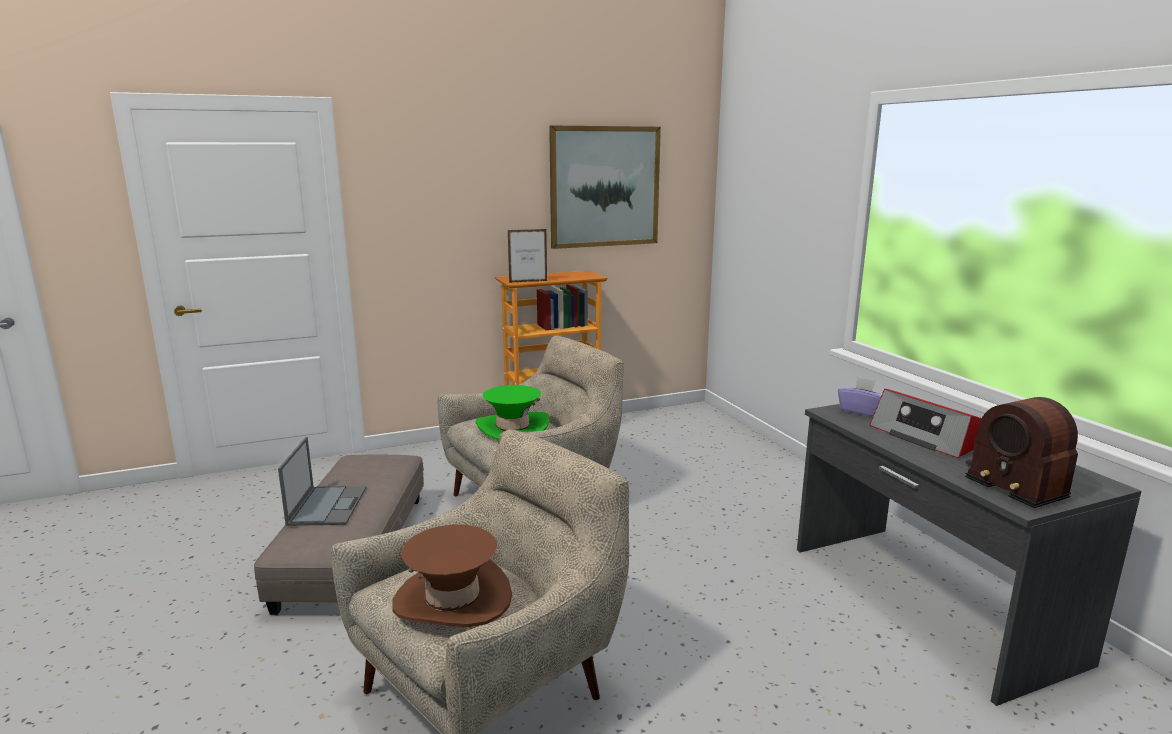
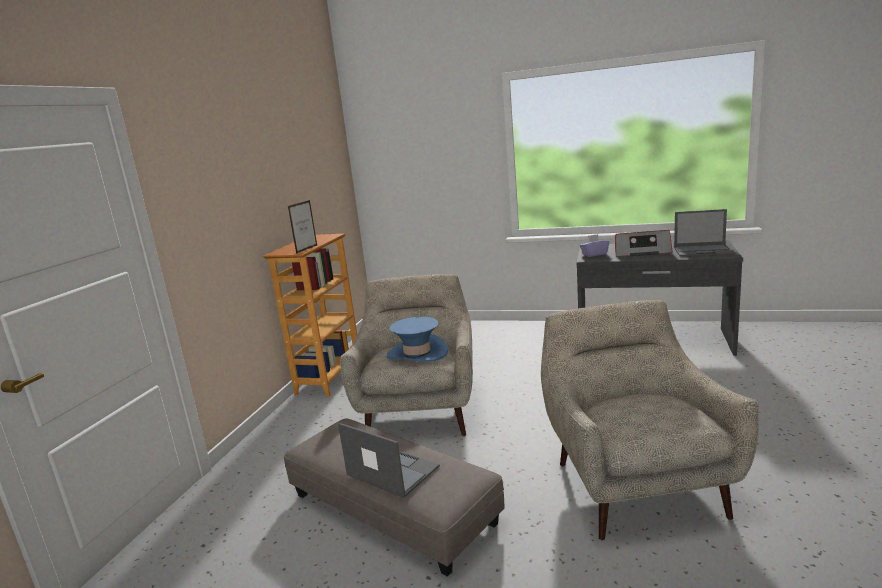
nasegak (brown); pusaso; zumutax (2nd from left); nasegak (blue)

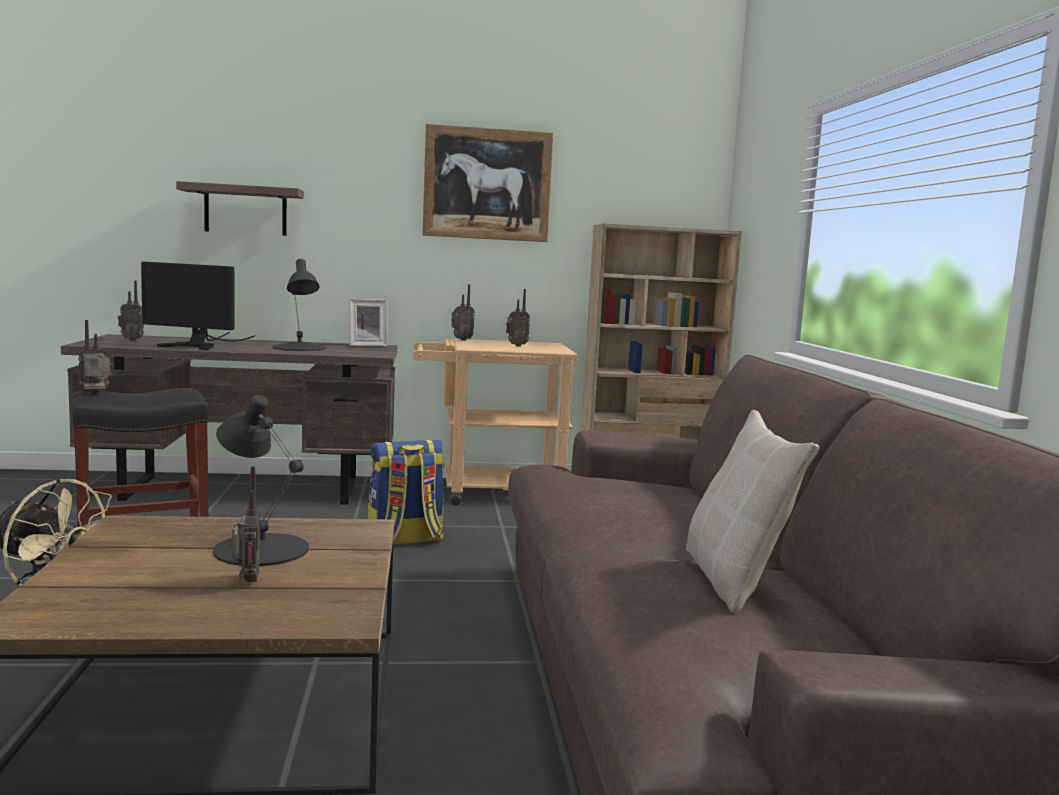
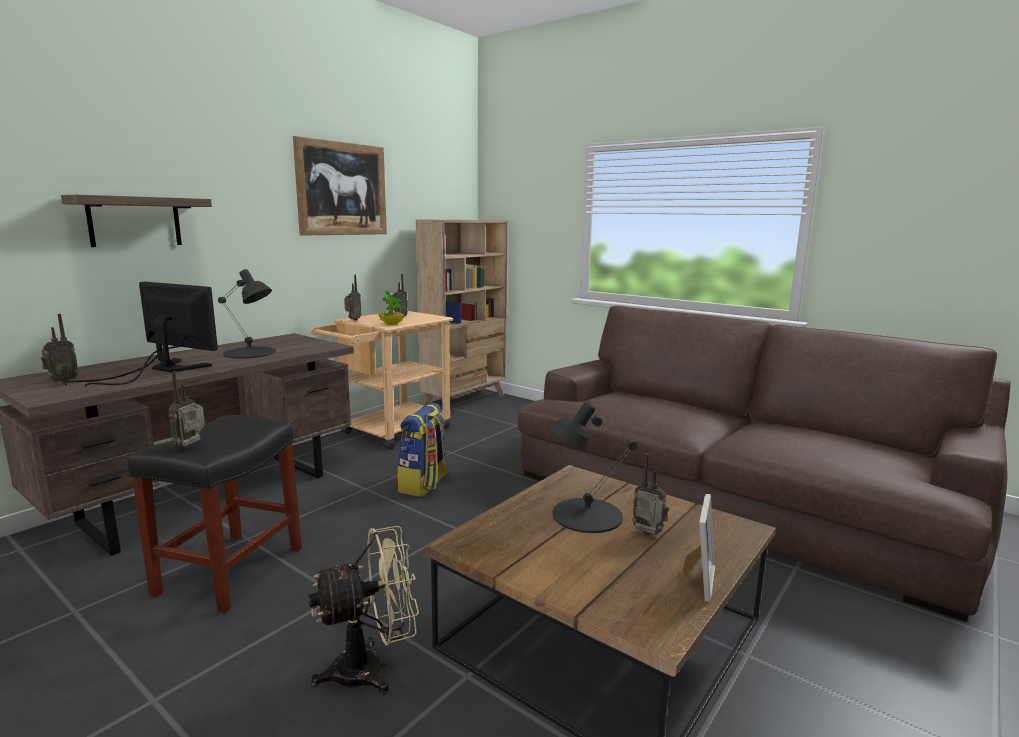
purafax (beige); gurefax; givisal; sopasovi

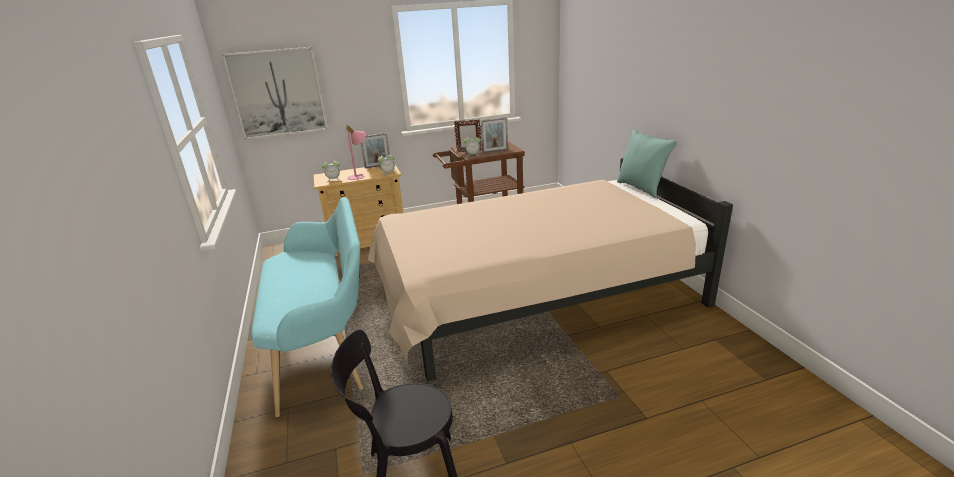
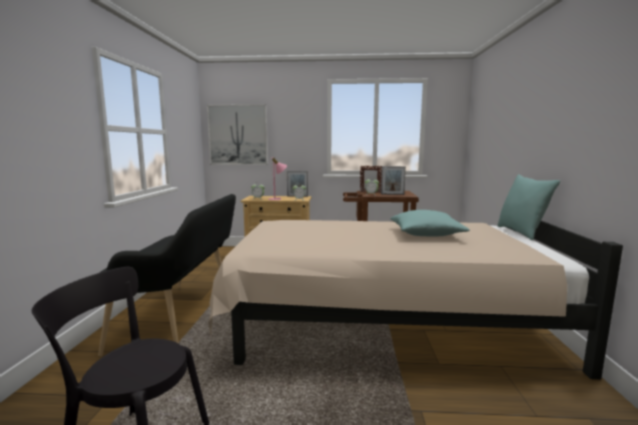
purafax (turquoise) (1st from left); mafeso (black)

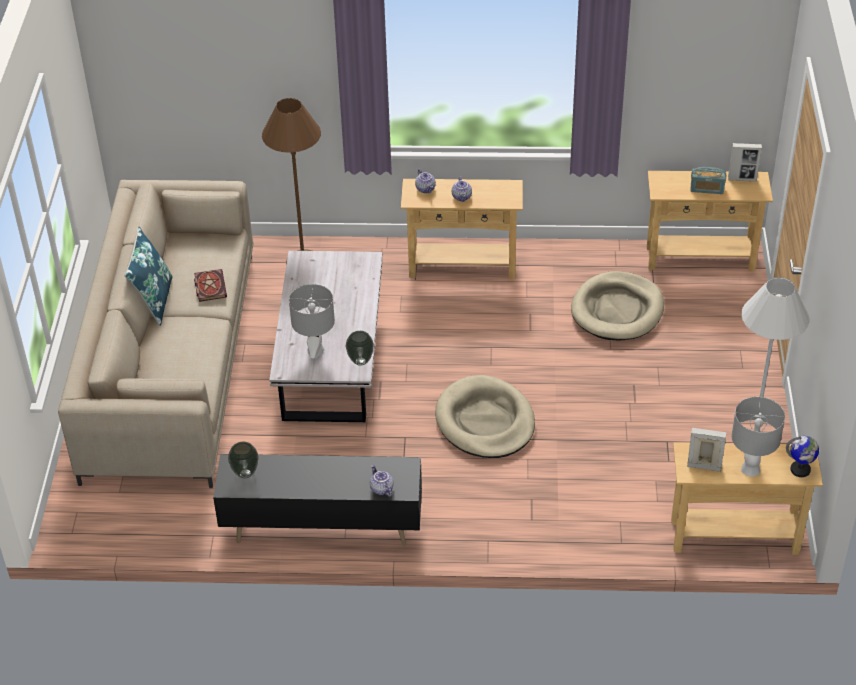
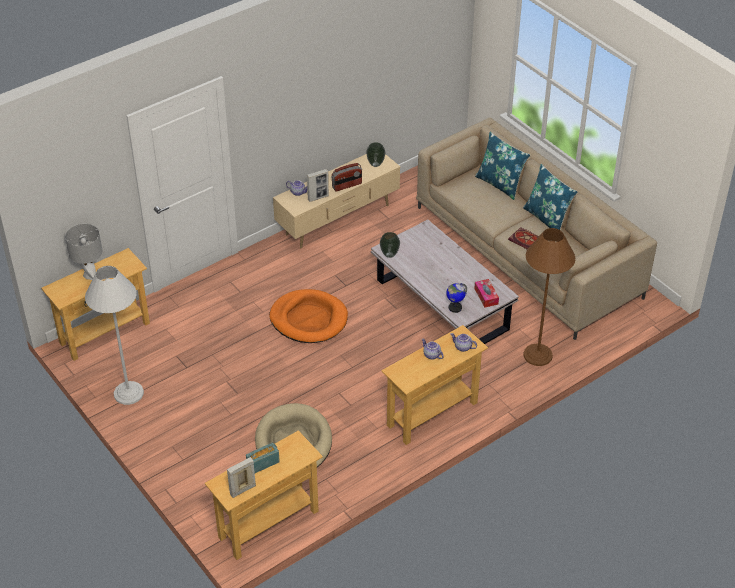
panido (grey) (1st from left in the first image); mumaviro (2nd from left); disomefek; purafax (blue) (1st from left); givisal (2nd from left); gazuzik; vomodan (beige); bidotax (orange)

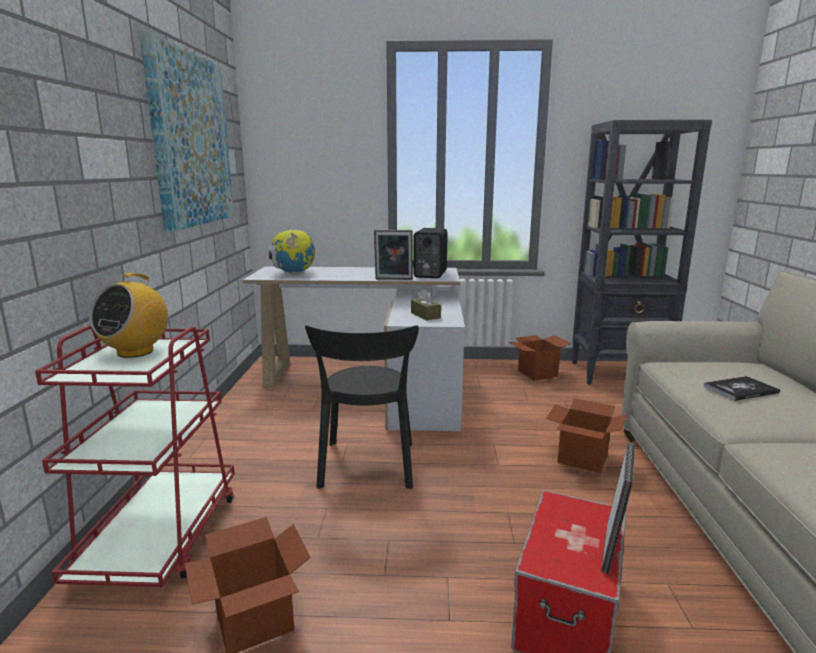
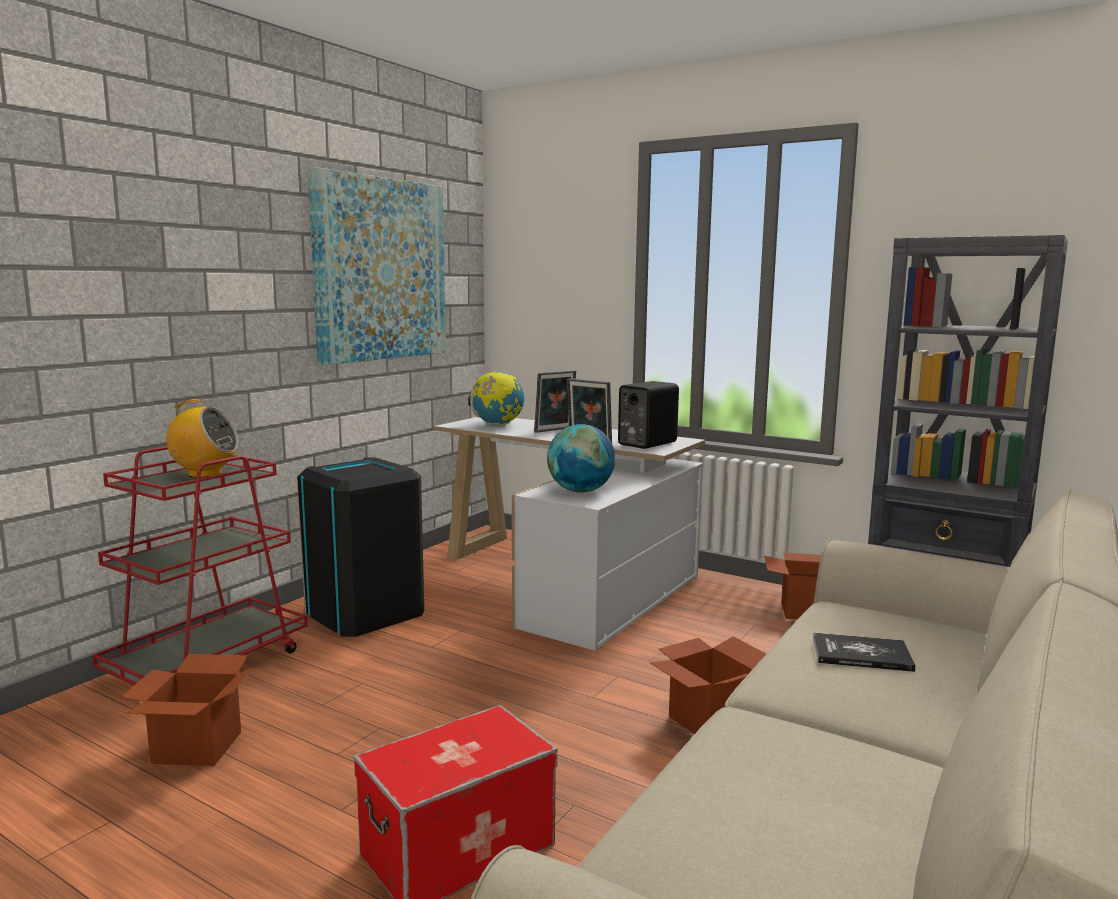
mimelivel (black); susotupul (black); givisal (1st from left); gazuzik (2nd from left); mumaviro

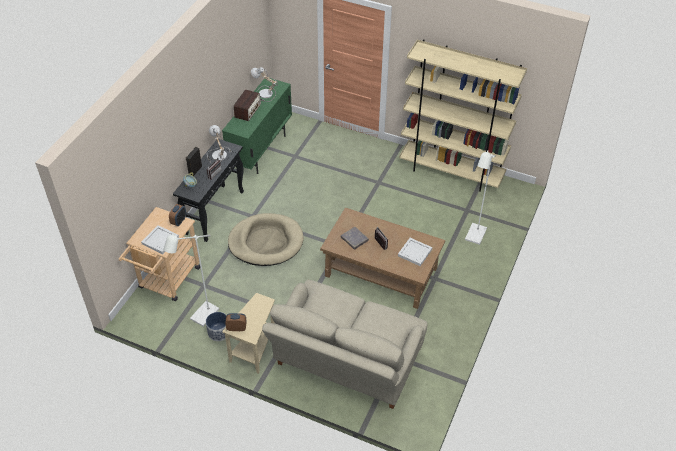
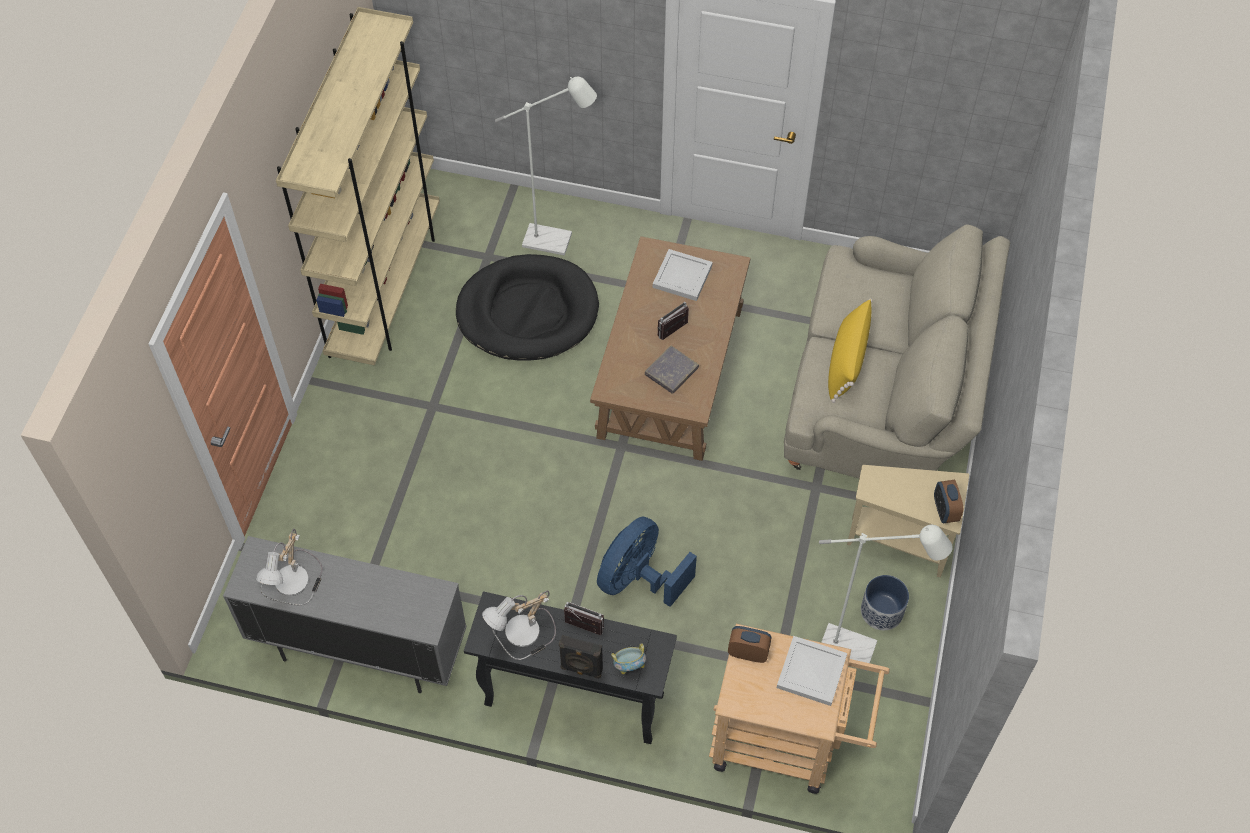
mumaviro (2nd from left in the first image); bidotax (black); purafax (yellow); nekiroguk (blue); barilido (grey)

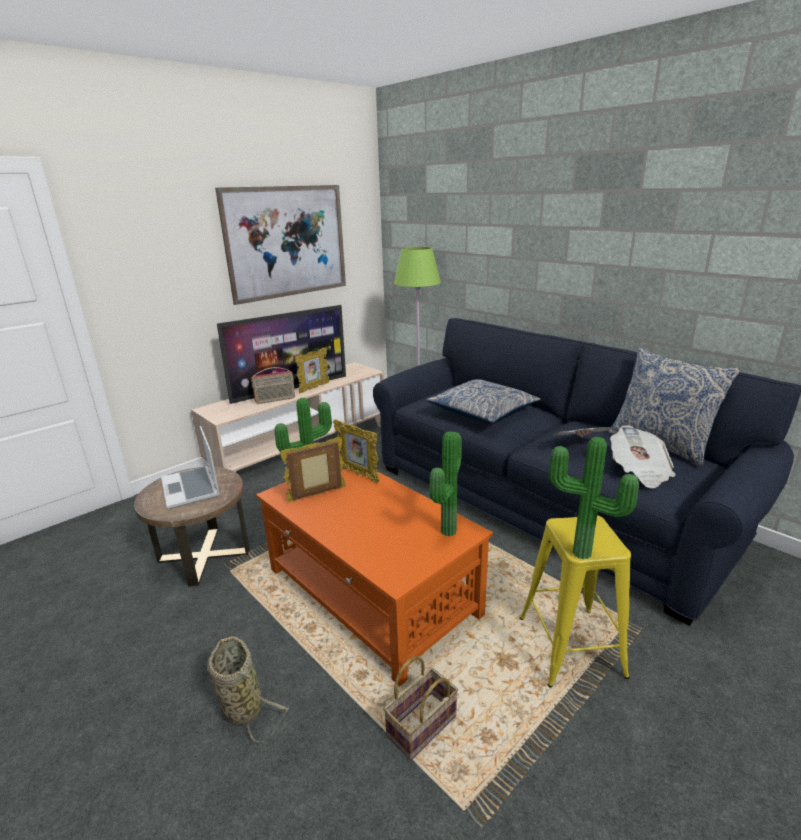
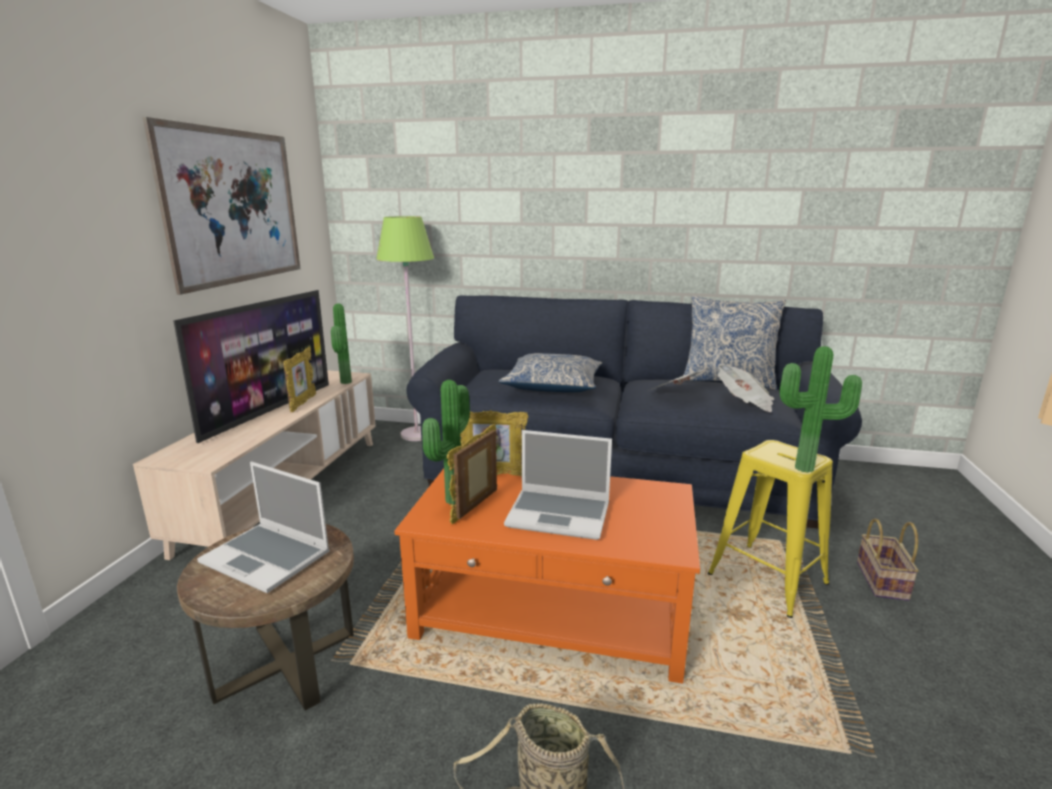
mumaviro; zumutax (2nd from left); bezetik (2nd from left); gurefax (1st from left)

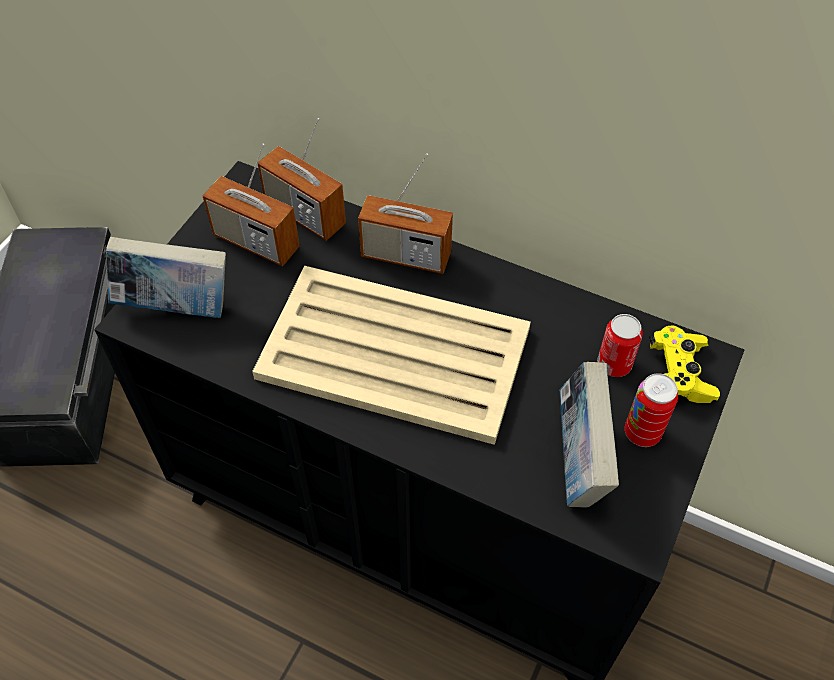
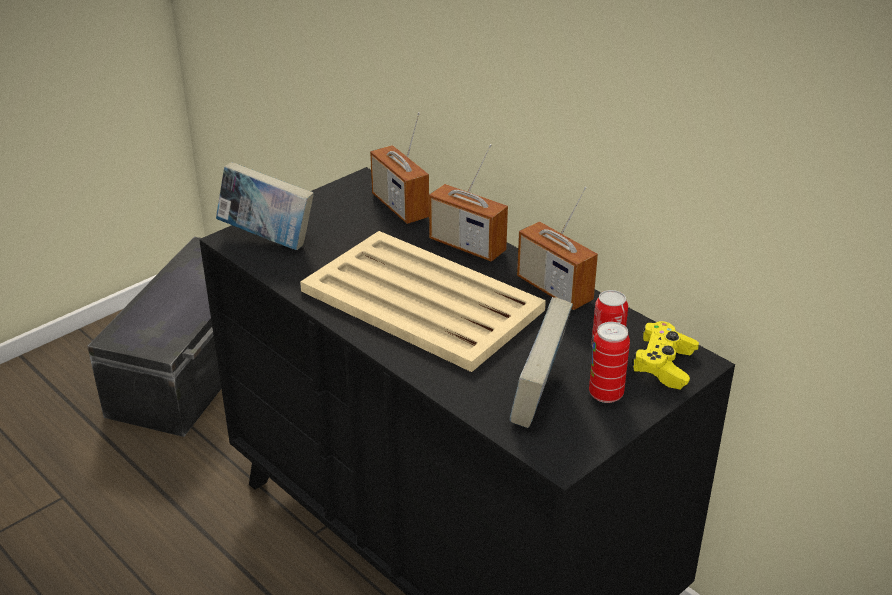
mumaviro (3rd from left)

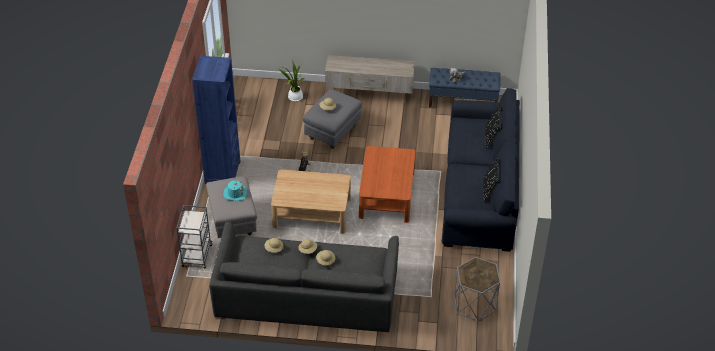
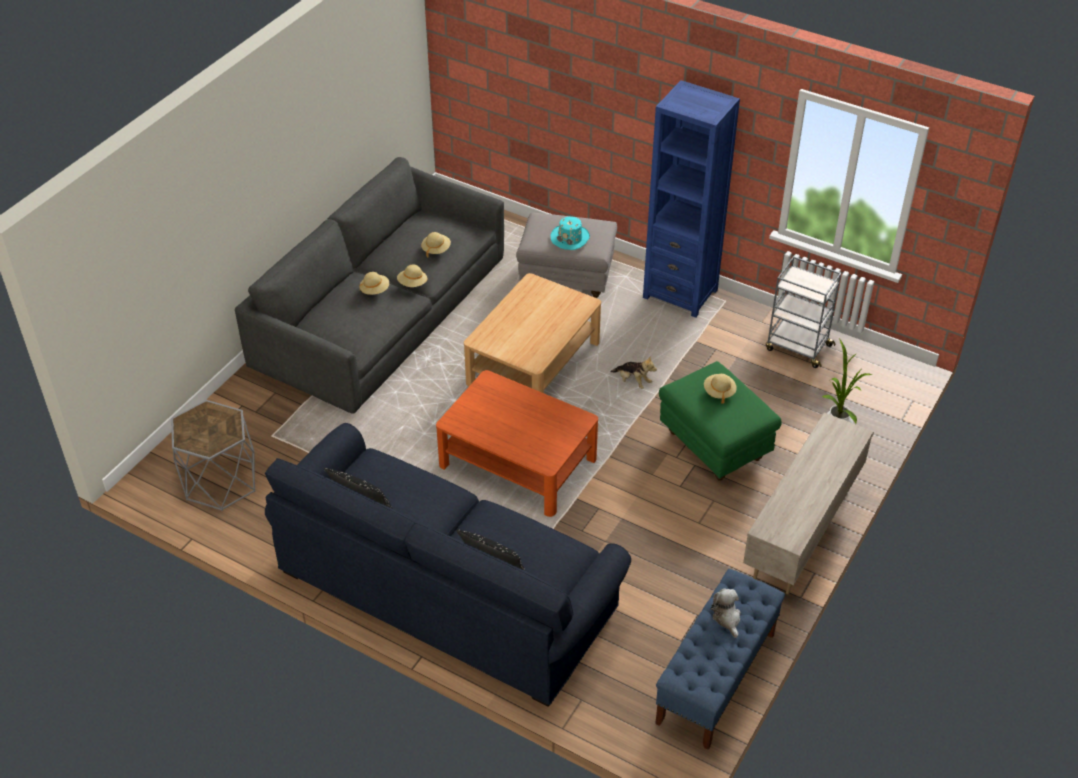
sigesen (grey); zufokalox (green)

